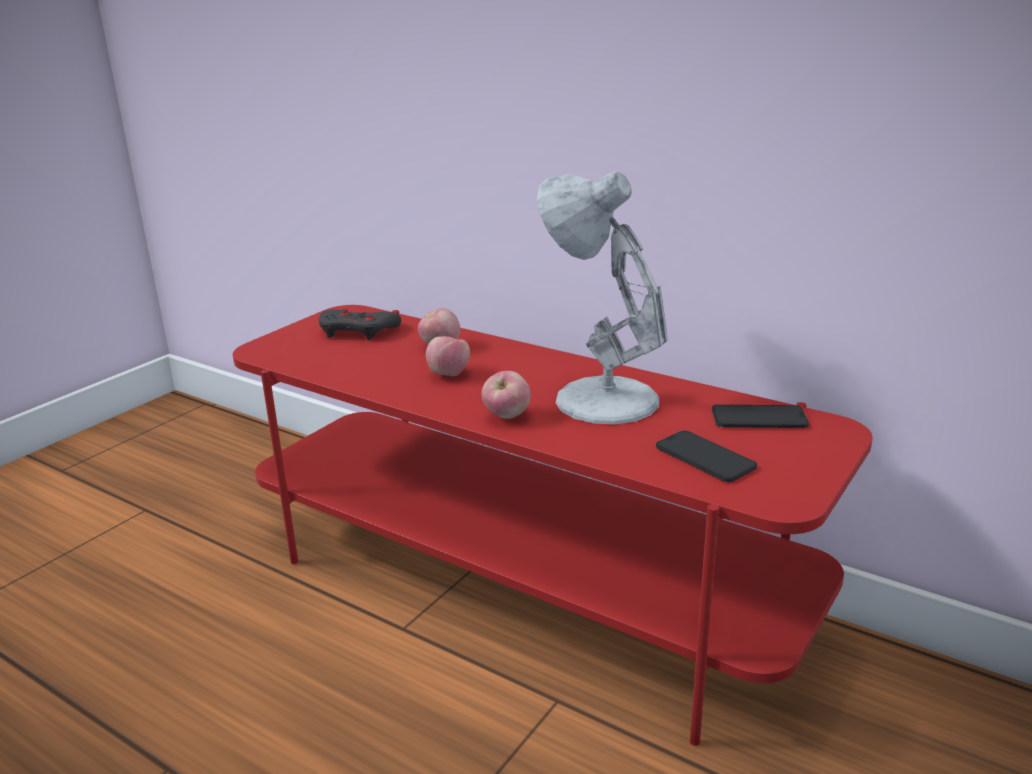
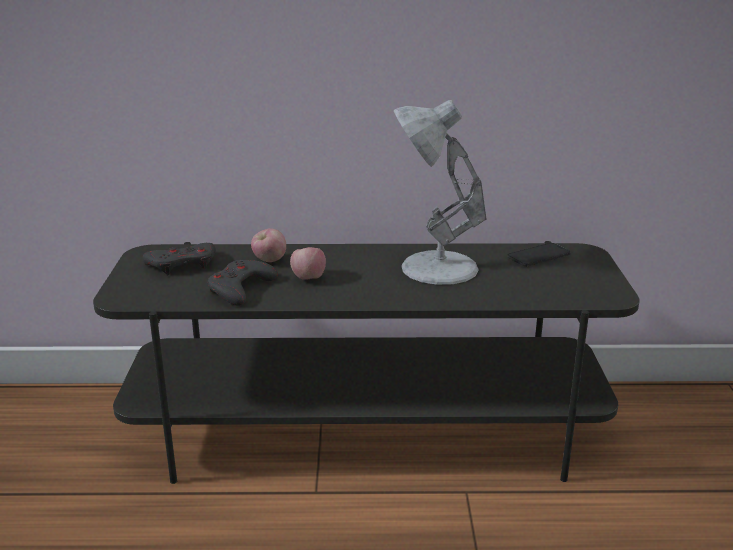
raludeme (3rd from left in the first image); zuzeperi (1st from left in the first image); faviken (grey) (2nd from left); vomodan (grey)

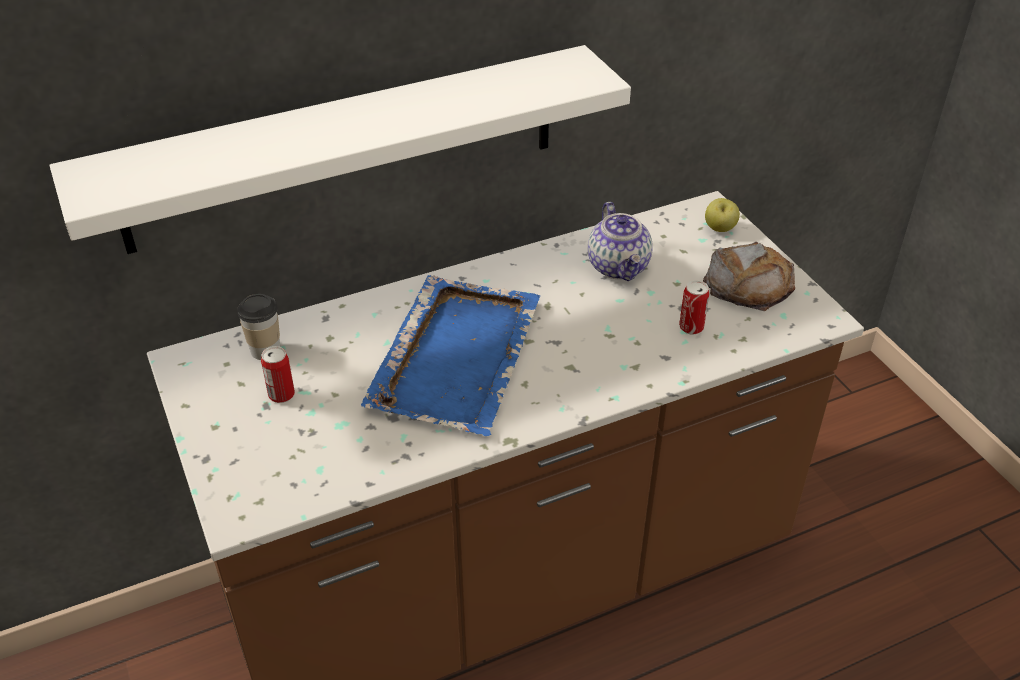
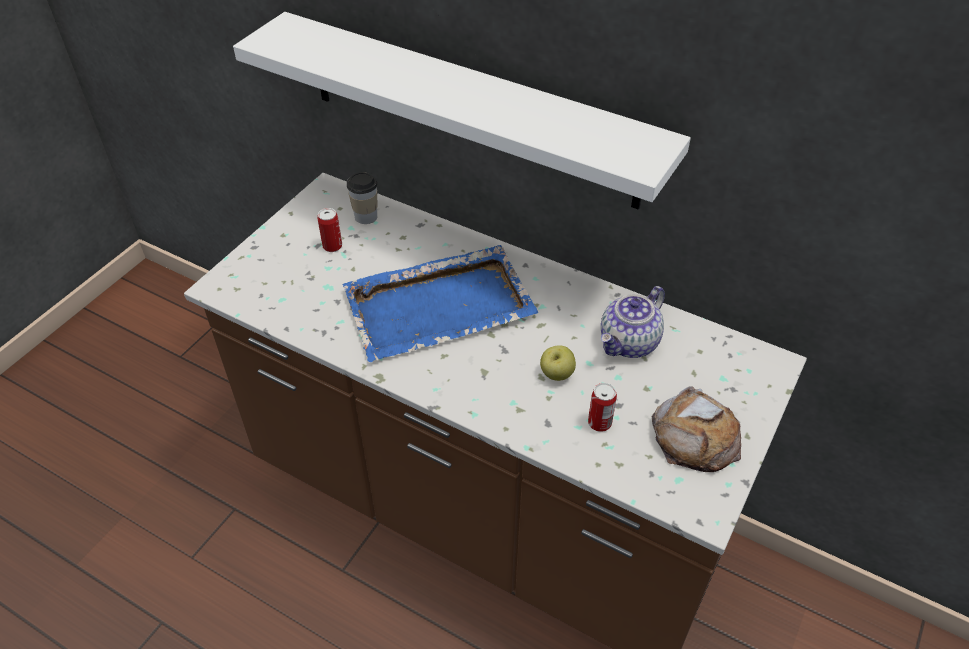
raludeme

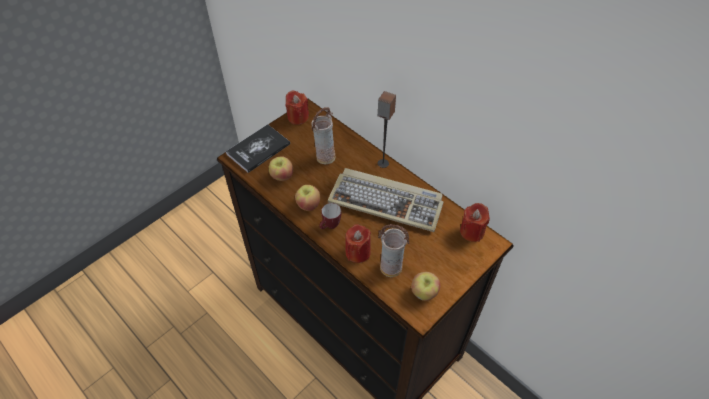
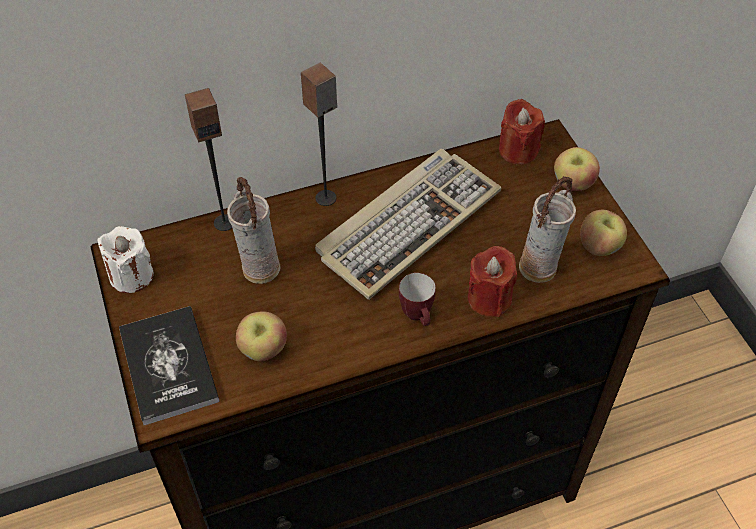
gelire (1st from left); raludeme (2nd from left); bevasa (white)

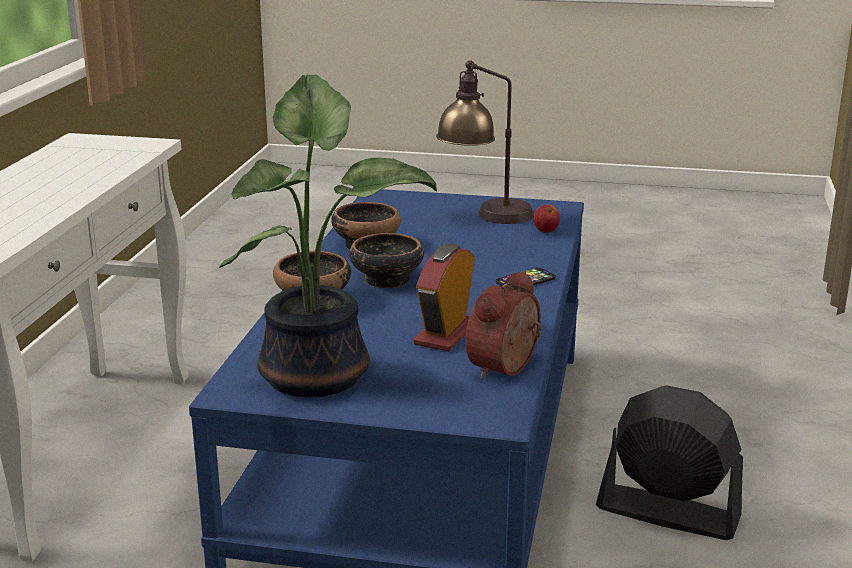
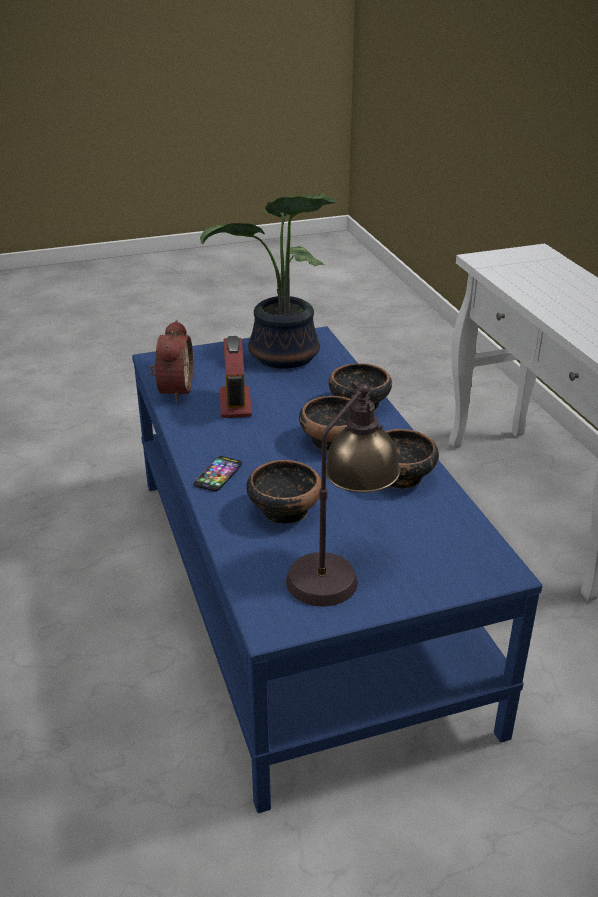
raludeme; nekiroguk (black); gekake (1st from left)

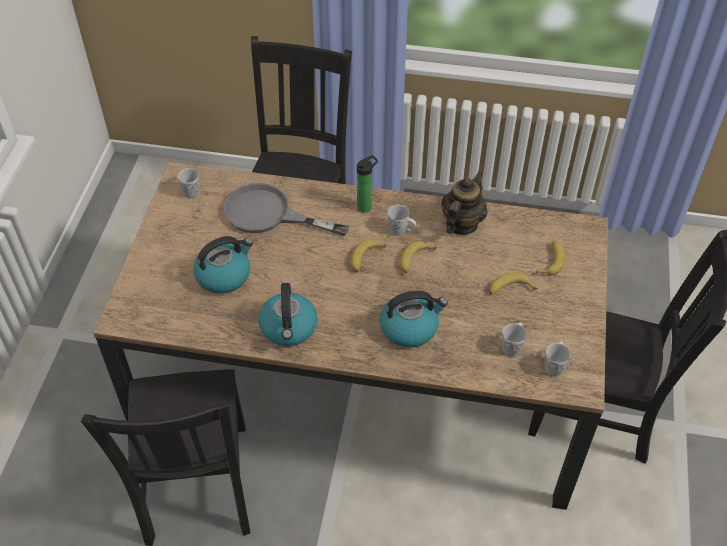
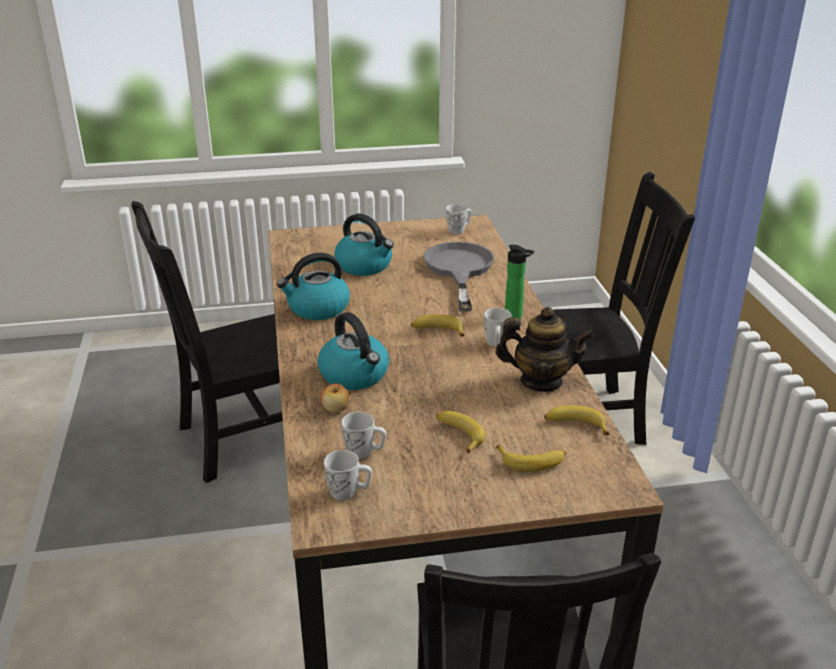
raludeme; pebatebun (4th from left)

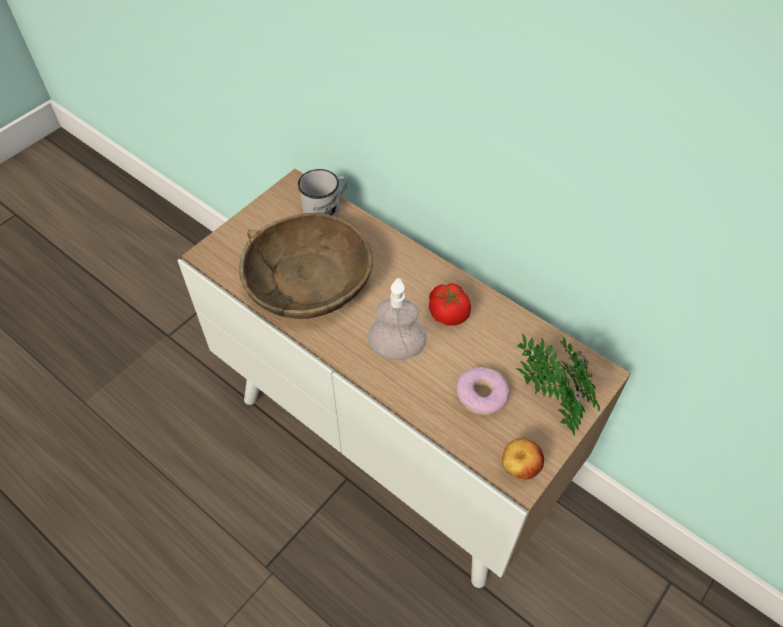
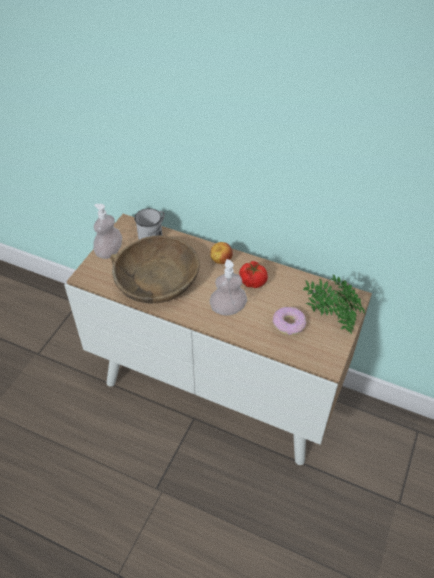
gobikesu (1st from left); raludeme

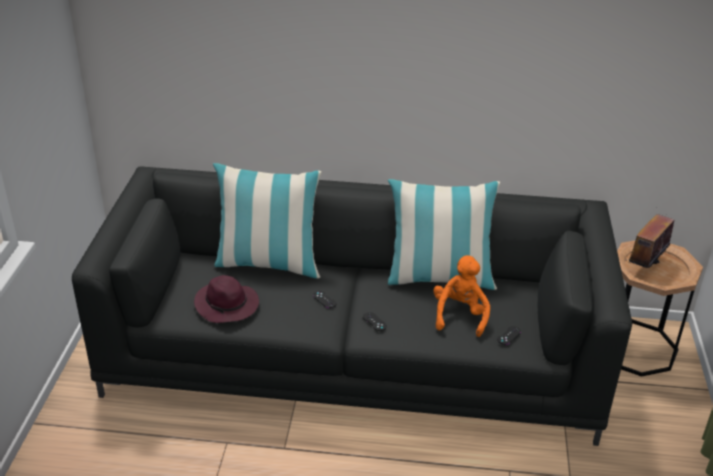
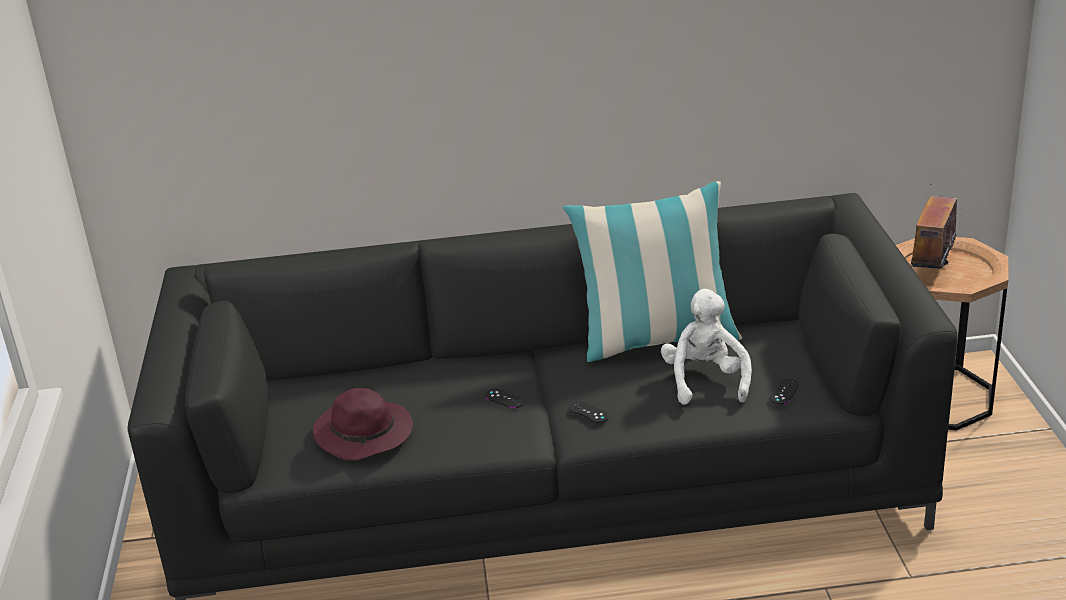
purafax (1st from left in the first image); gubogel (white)

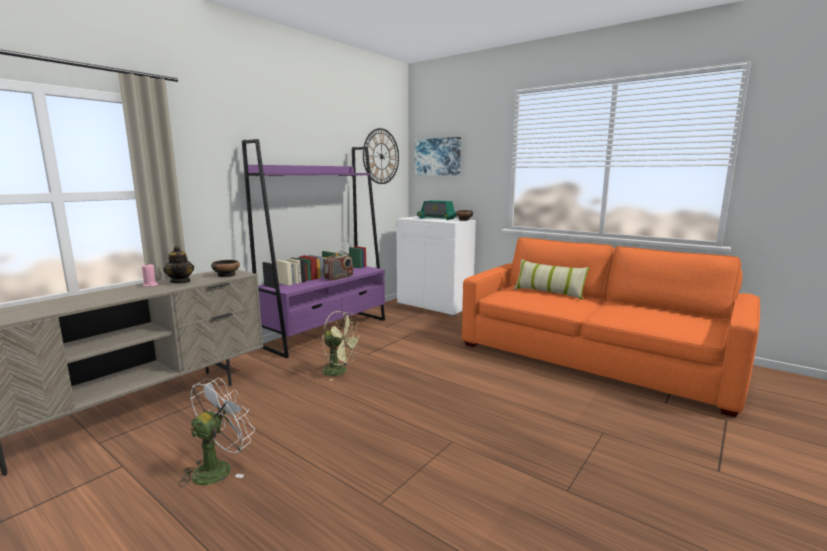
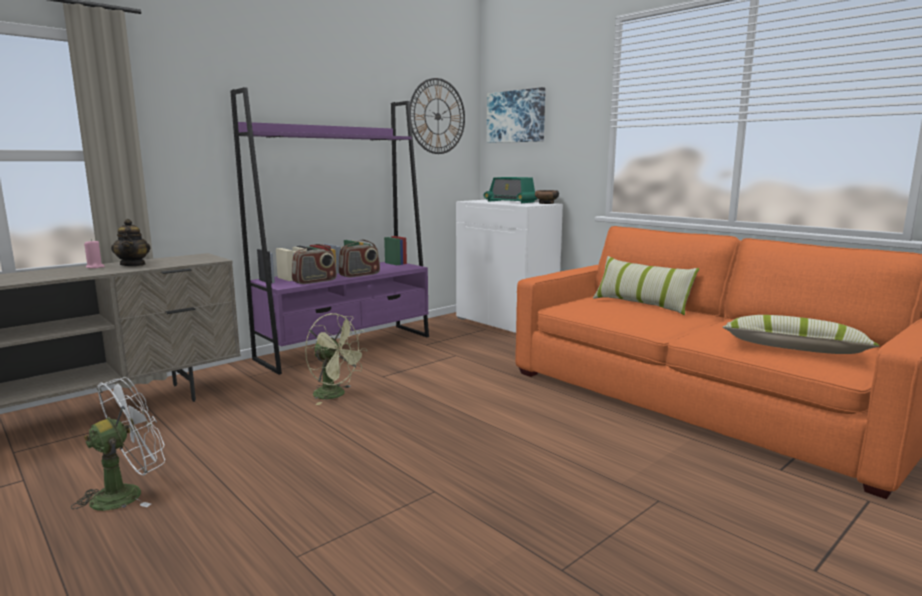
gekake (1st from left in the first image); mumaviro (1st from left); purafax (2nd from left)

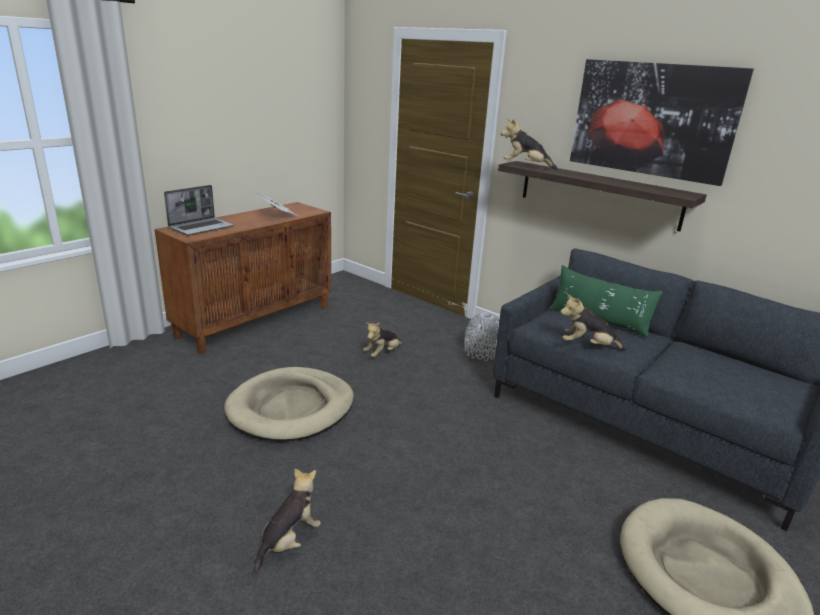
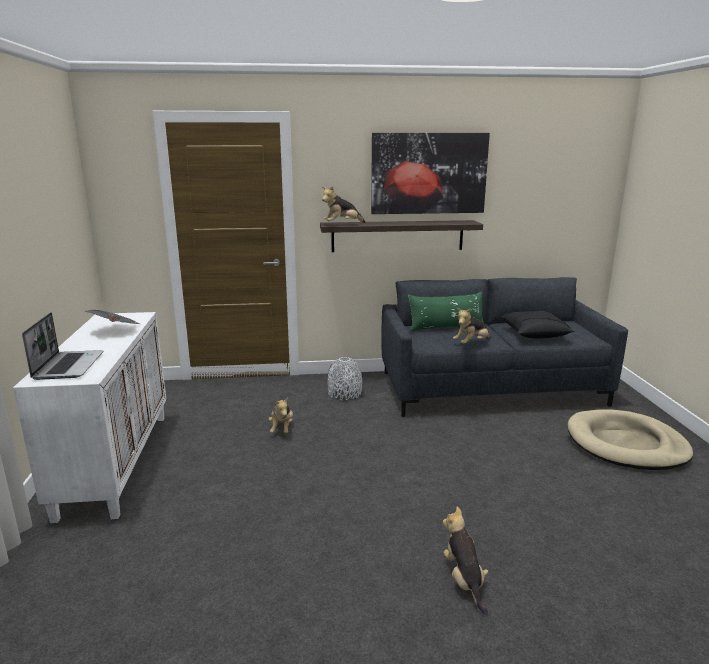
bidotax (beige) (1st from left in the first image); purafax (black); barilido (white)

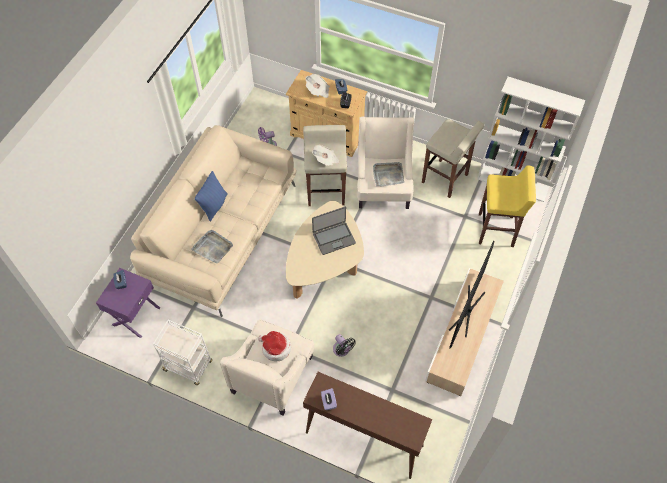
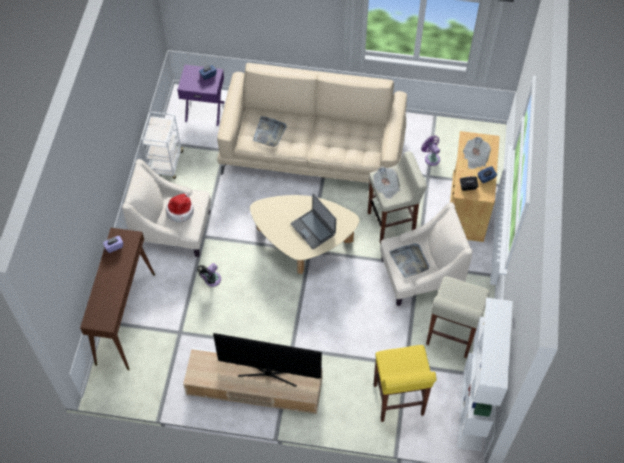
purafax (blue)

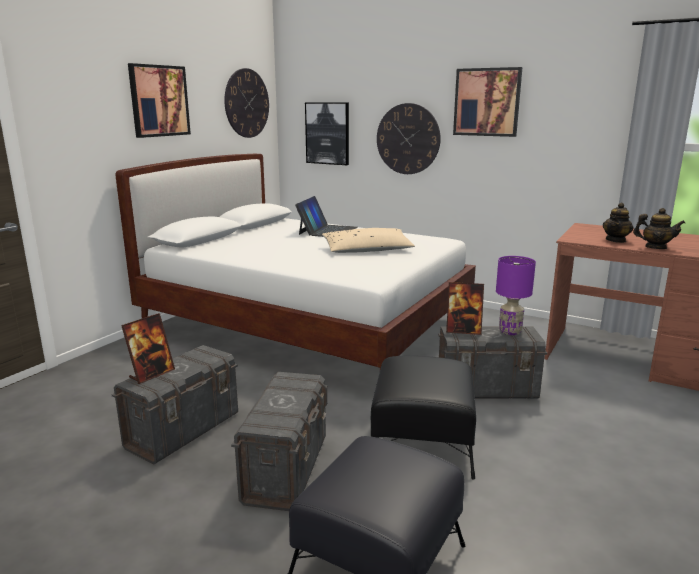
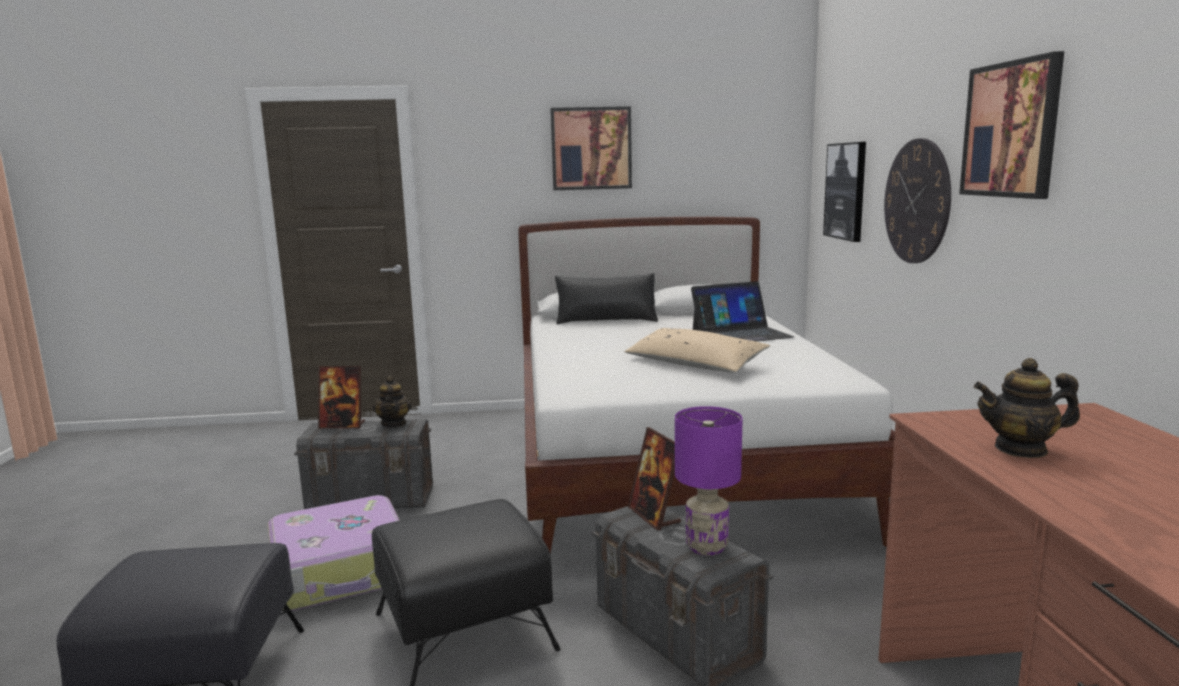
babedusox (1st from left in the first image); purafax (black); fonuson (1st from left); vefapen

